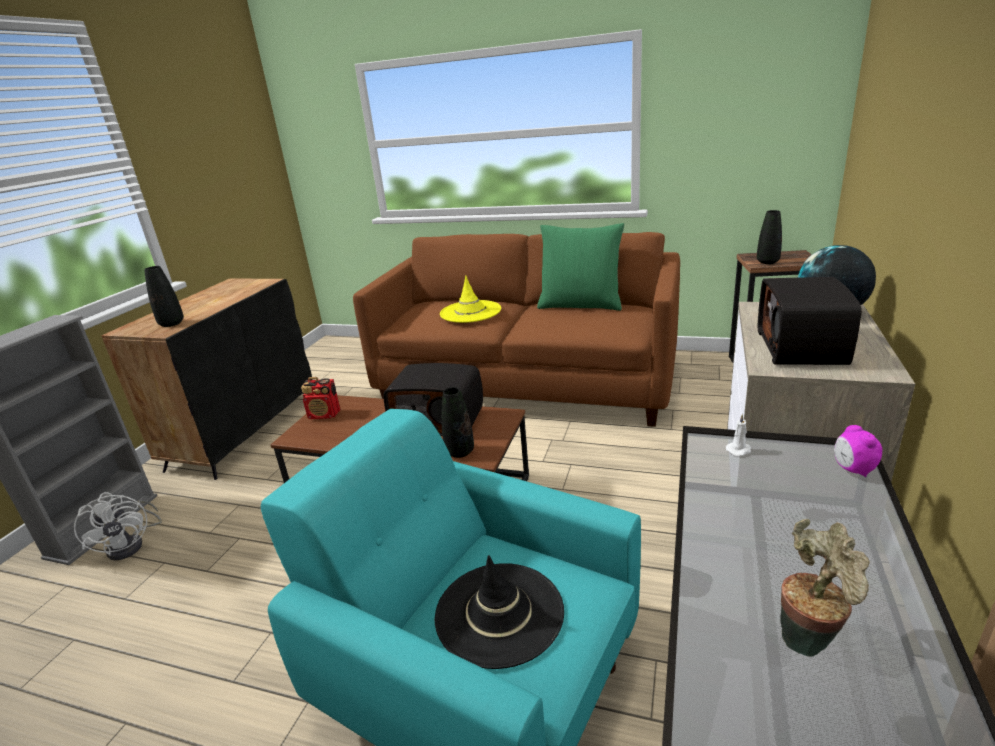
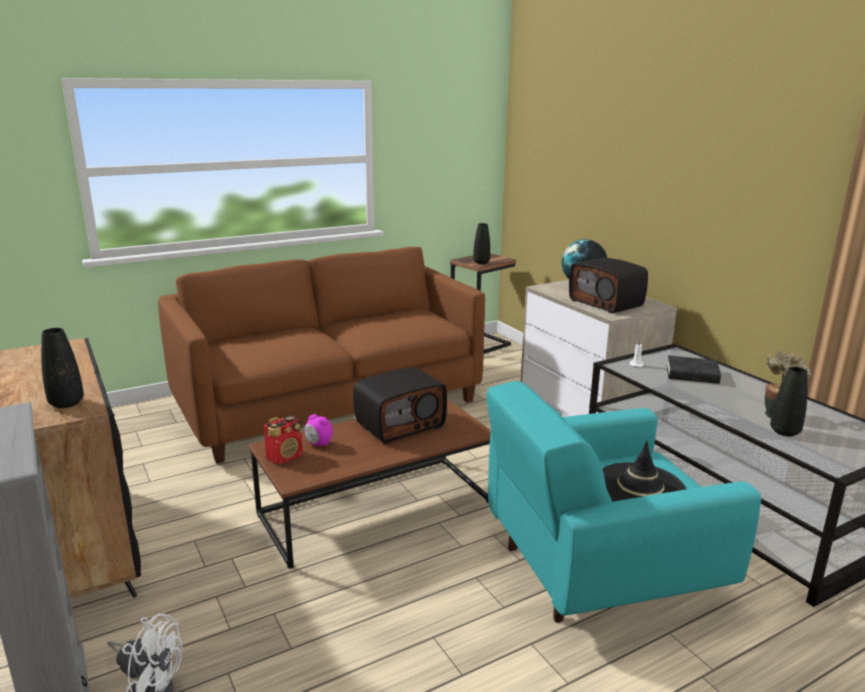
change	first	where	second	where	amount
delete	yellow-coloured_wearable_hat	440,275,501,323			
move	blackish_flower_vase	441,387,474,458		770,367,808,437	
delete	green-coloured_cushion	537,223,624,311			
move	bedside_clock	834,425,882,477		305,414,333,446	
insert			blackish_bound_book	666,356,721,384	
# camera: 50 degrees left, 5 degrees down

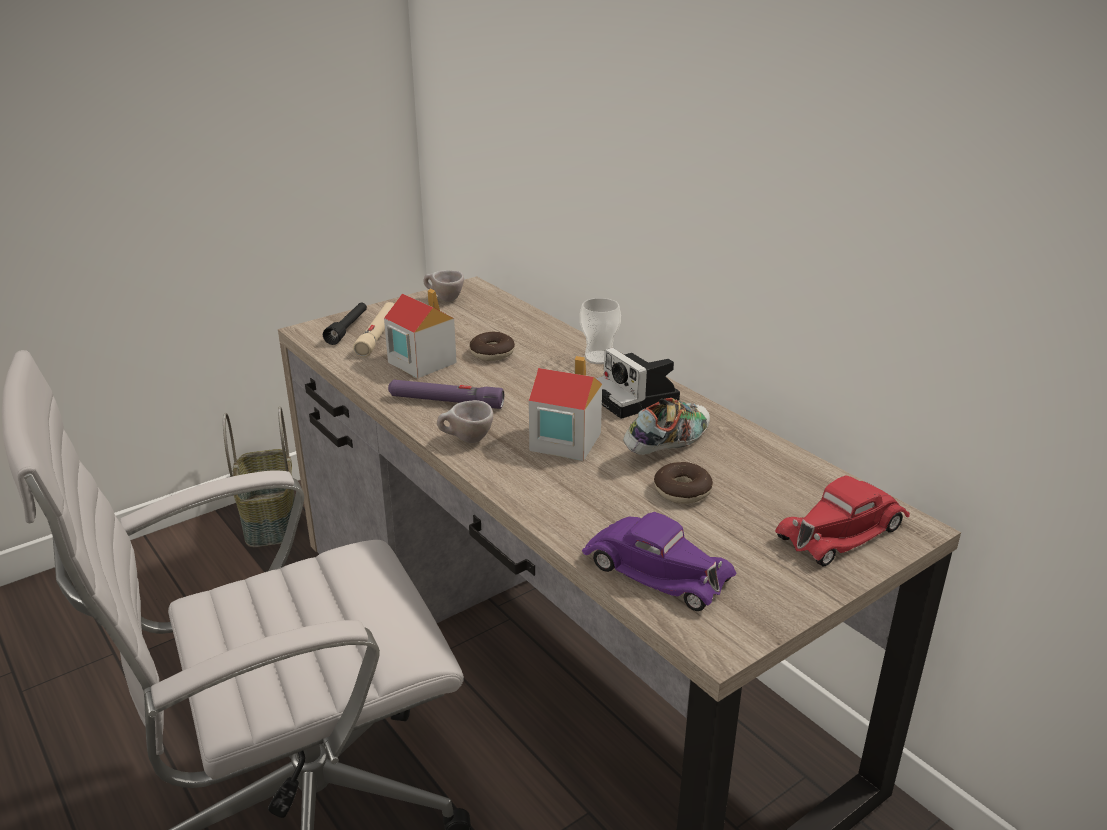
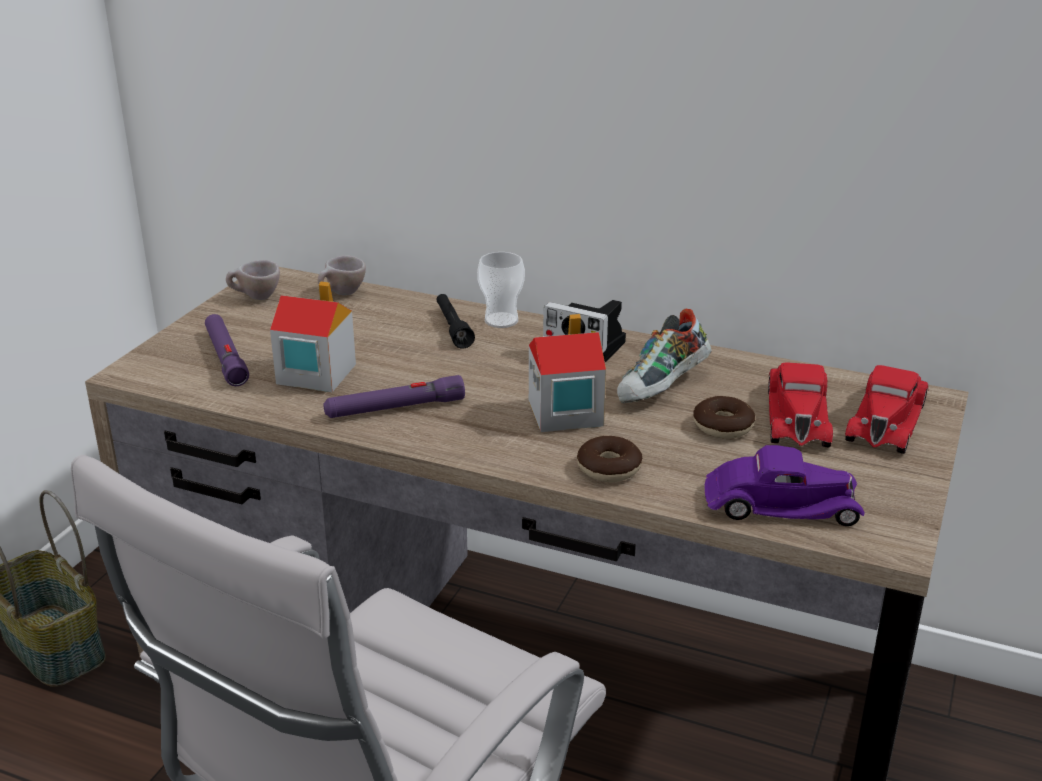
change	first	where	second	where	amount
move	blackish_torch	323,302,367,345		436,294,475,349	
recolor	beige_torch	353,302,394,357	purple-coloured_torch	205,314,249,386	
move	beige_small_cup	437,400,493,443		318,255,366,295	
move	doughnut	470,332,515,361		577,436,642,482	
rotate	item_of_footwear	623,398,710,455		617,309,712,403	150 degrees counterclockwise
insert			reddish_model_car	768,362,833,447	
# camera: 30 degrees left, 0 degrees up

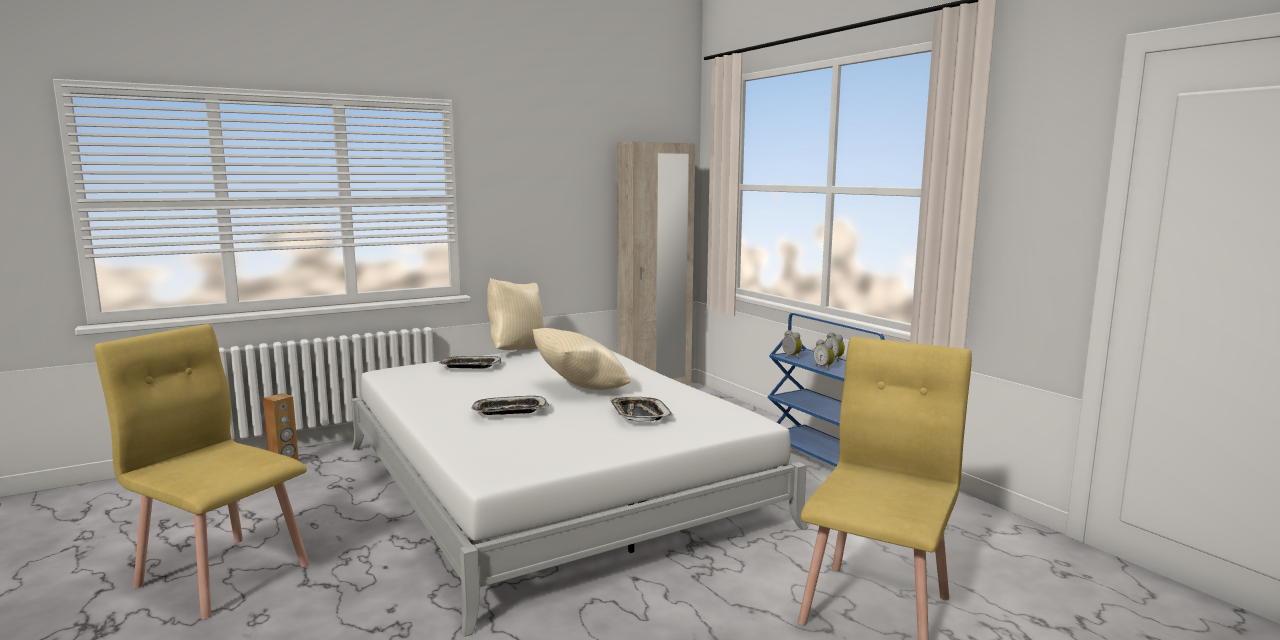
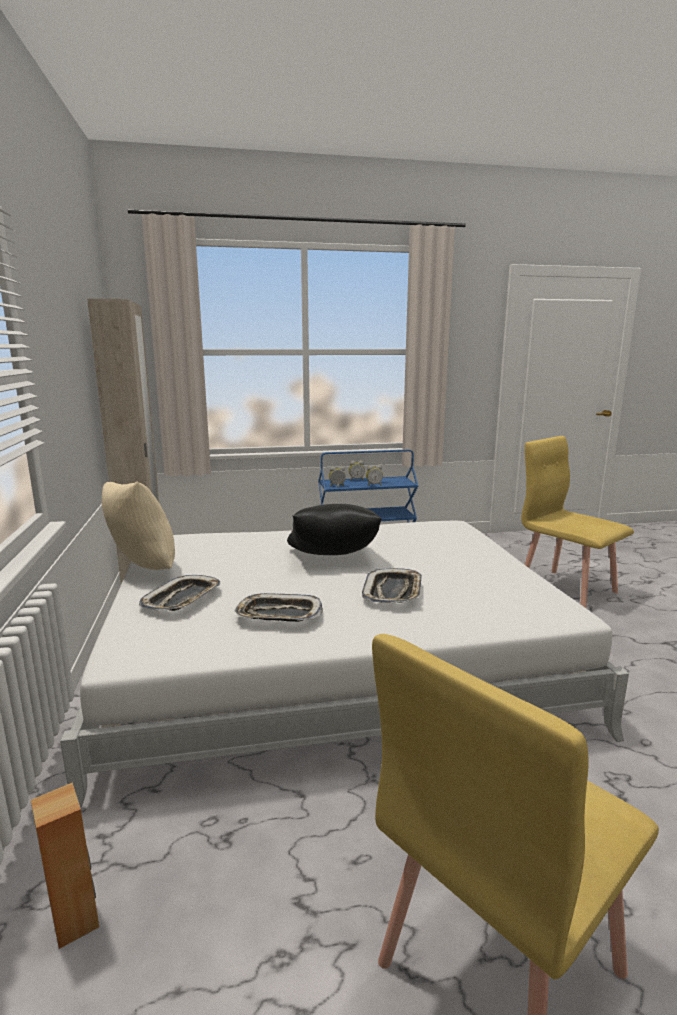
change	first	where	second	where	amount
recolor	beige_cushion	533,328,631,390	blackish_cushion	287,504,381,555	
move	serving_tray	610,397,672,422		234,593,323,622	
# camera: 70 degrees left, 5 degrees up

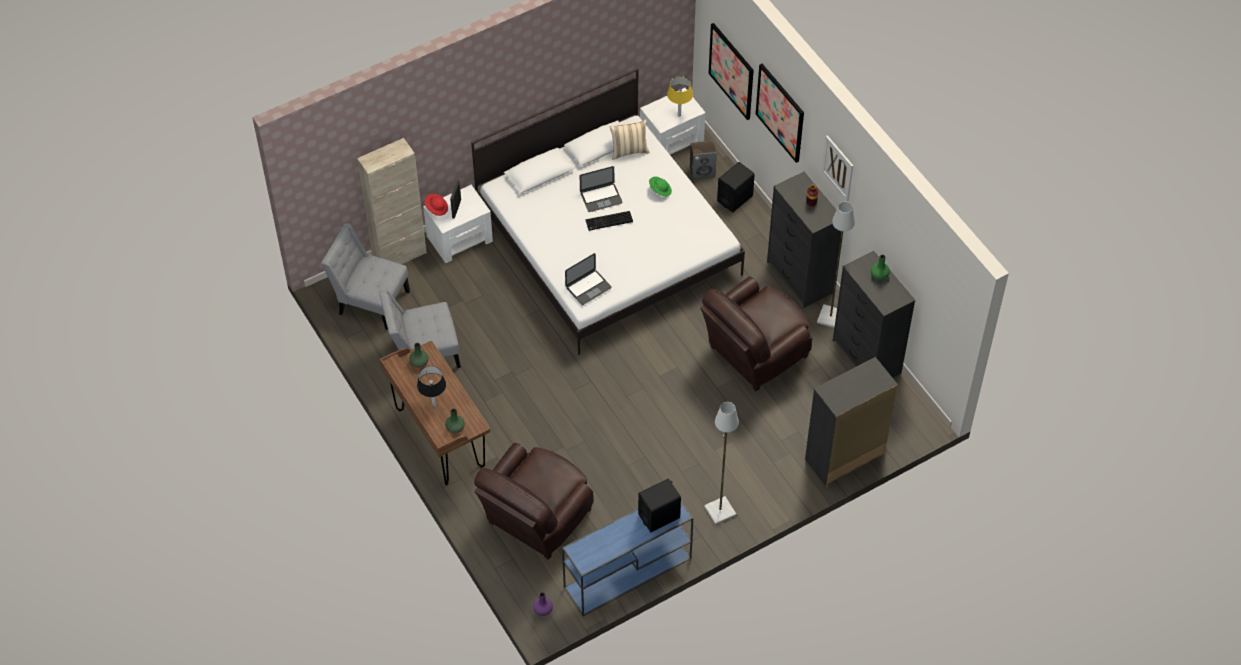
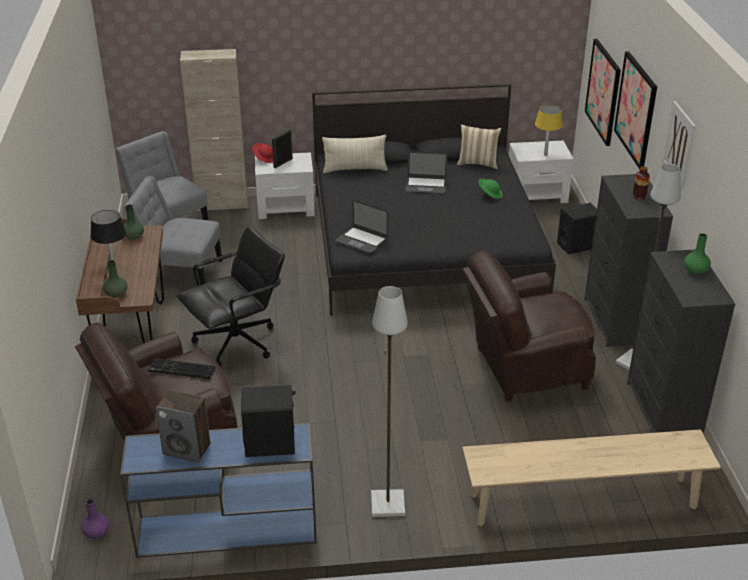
change	first	where	second	where	amount
recolor	whitish_sleeping_bed	471,68,745,355	blackish_sleeping_bed	312,84,556,316	
rotate	portable_computer	565,253,612,305		335,200,389,253	45 degrees clockwise
move	PC_keyboard	586,211,633,231		148,358,215,379	
move	loudspeaker	690,140,717,179		156,390,210,463	
replace	blackish_chest_of_drawers	805,357,898,487	beige_long_seat	463,429,721,526	
insert			blackish_desk_chair	177,226,285,367	
insert			beige_cushion	322,135,388,173	
# camera: 25 degrees right, 20 degrees down

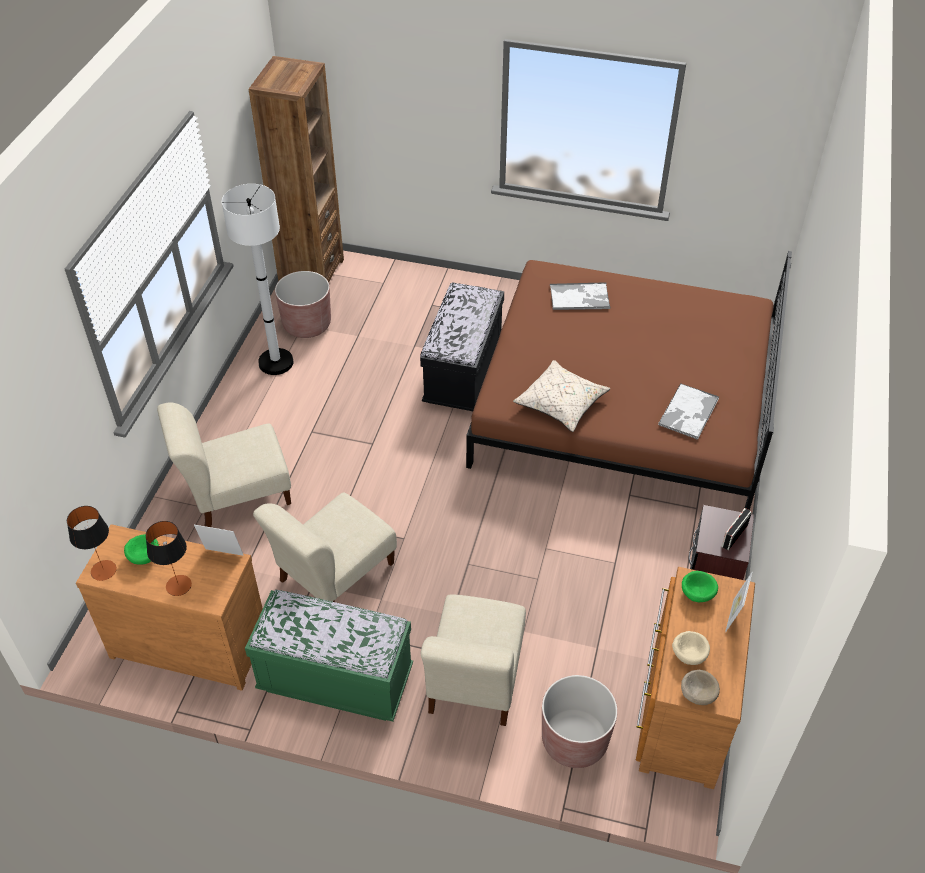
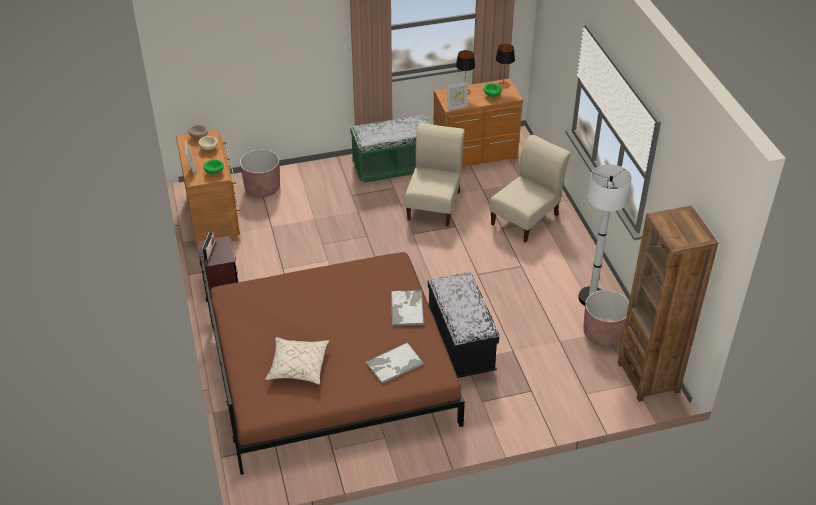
change	first	where	second	where	amount
delete	beige_plain_chair	421,594,526,726			
move	beige_cushion	513,360,610,432		265,337,329,385	
move	serving_tray	658,383,719,440		391,290,424,326	
# camera: 150 degrees right, 5 degrees down

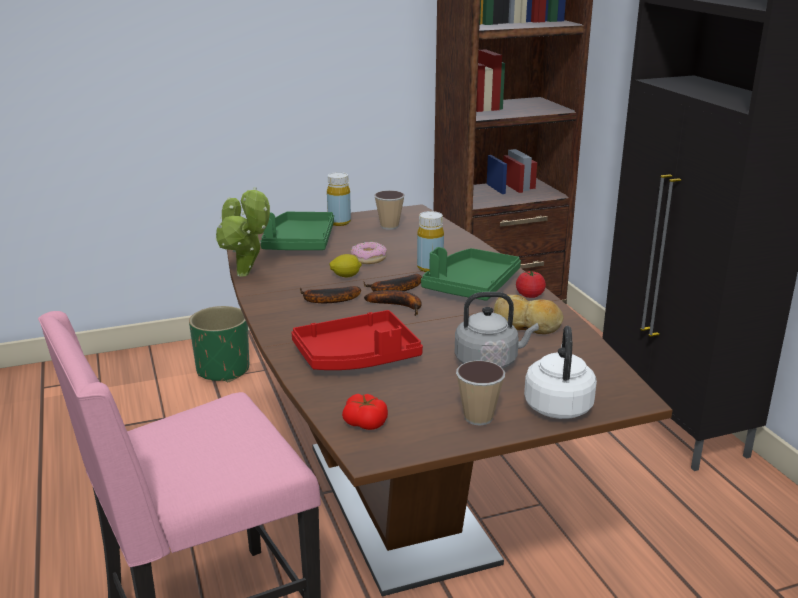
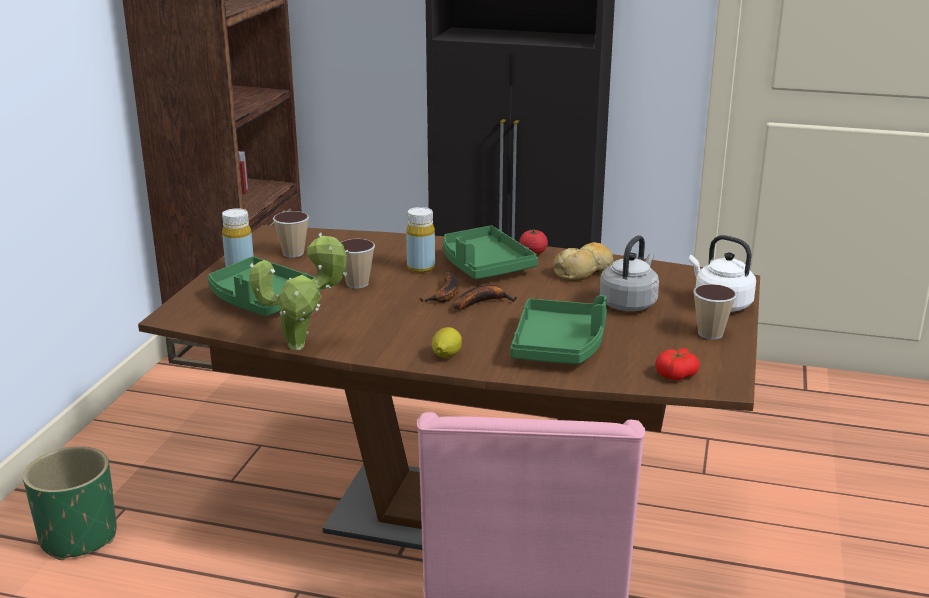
change	first	where	second	where	amount
recolor	reddish_serving_tray	291,310,423,370	green-coloured_serving_tray	510,295,607,364	
delete	banana	300,286,361,303			
move	lemon	329,254,362,277		432,327,462,358	
replace	doughnut	350,242,387,264	small_cup	341,239,375,288	
# camera: 55 degrees left, 0 degrees up

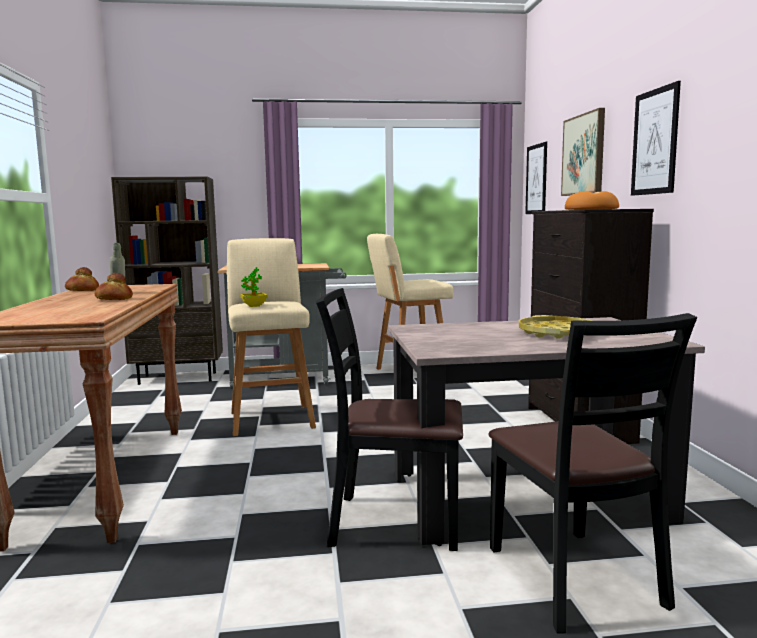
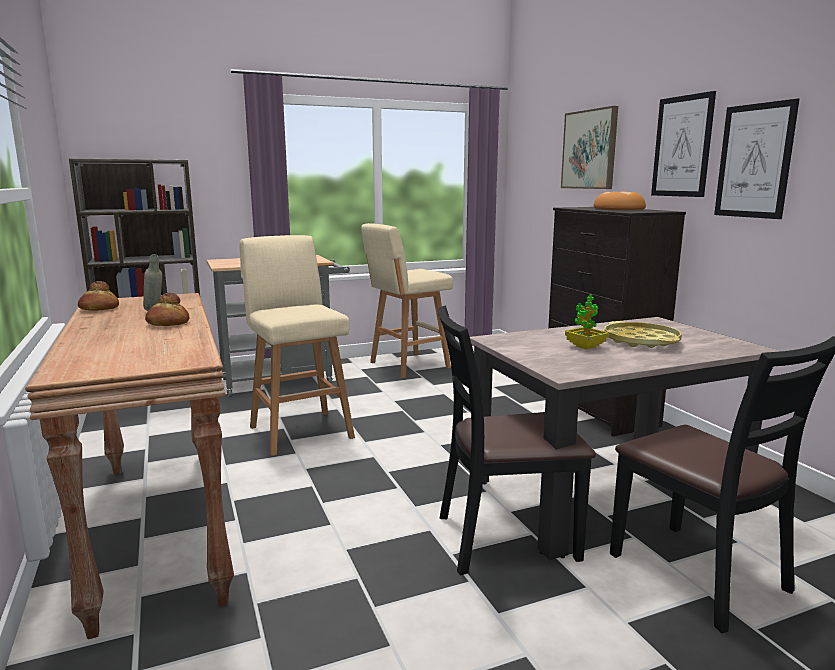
change	first	where	second	where	amount
move	potted_plant	240,267,267,307		565,295,609,350	
move	picture	525,142,547,214		714,99,799,219	
# camera: 15 degrees left, 5 degrees up

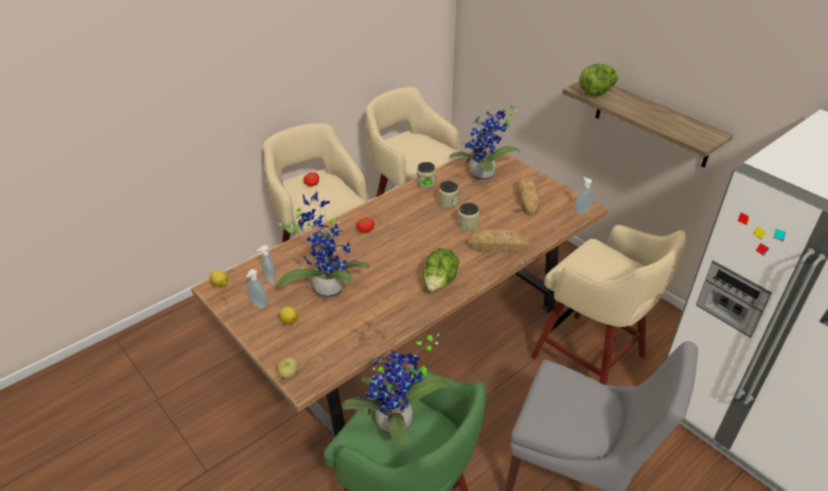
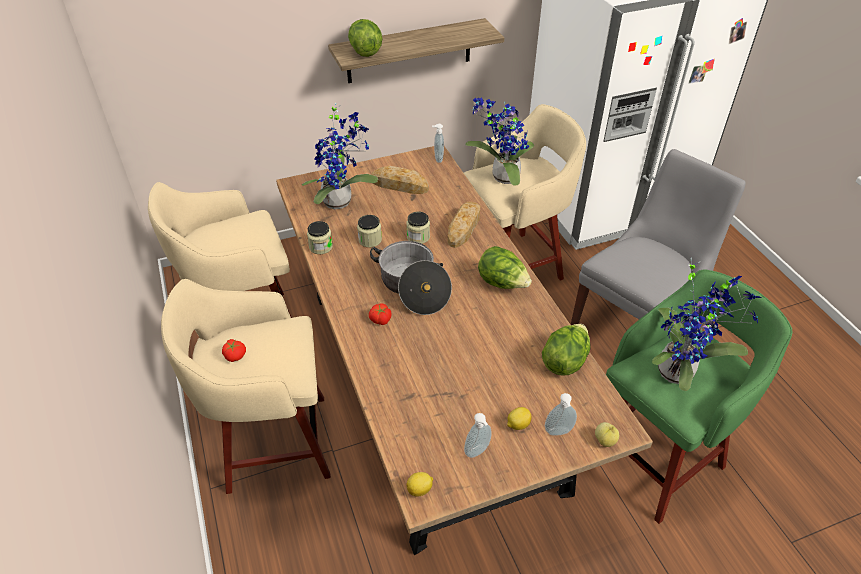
change	first	where	second	where	amount
move	liquid_soap_bottle	257,245,276,284		545,393,577,436	
move	potted_plant	277,191,369,299		465,97,534,186	
insert			cooking_pot	370,241,452,315	
insert			lettuce_head	542,324,590,375	
# camera: 70 degrees left, 5 degrees up

